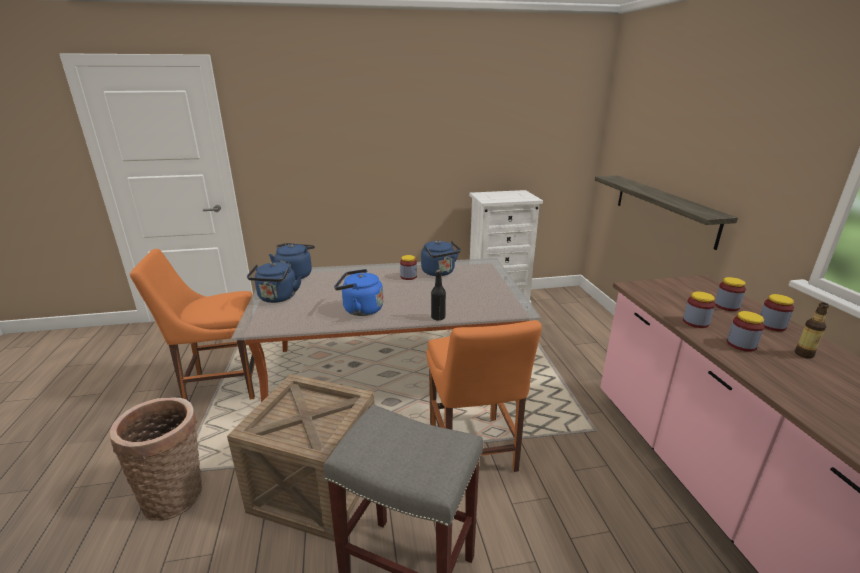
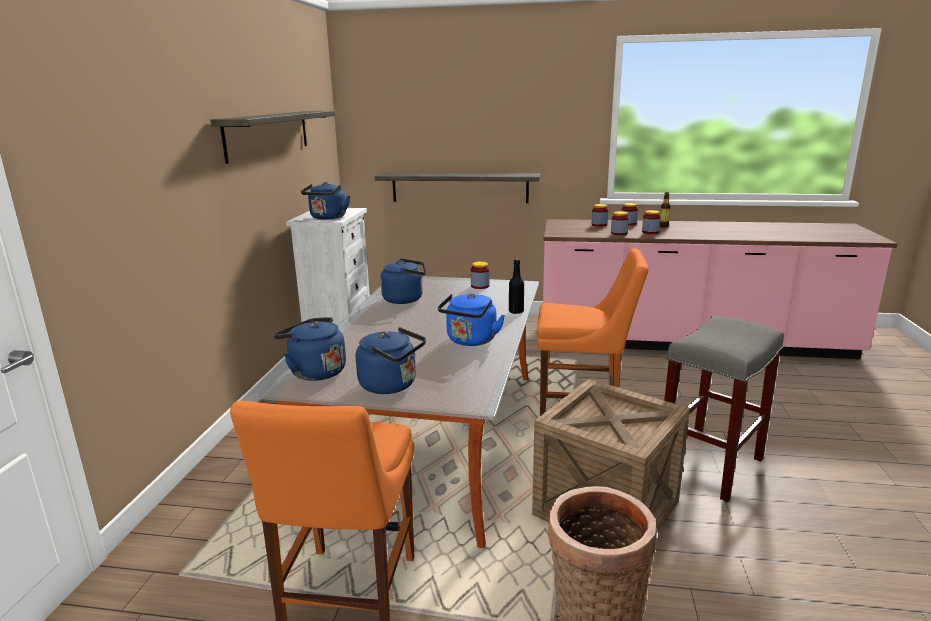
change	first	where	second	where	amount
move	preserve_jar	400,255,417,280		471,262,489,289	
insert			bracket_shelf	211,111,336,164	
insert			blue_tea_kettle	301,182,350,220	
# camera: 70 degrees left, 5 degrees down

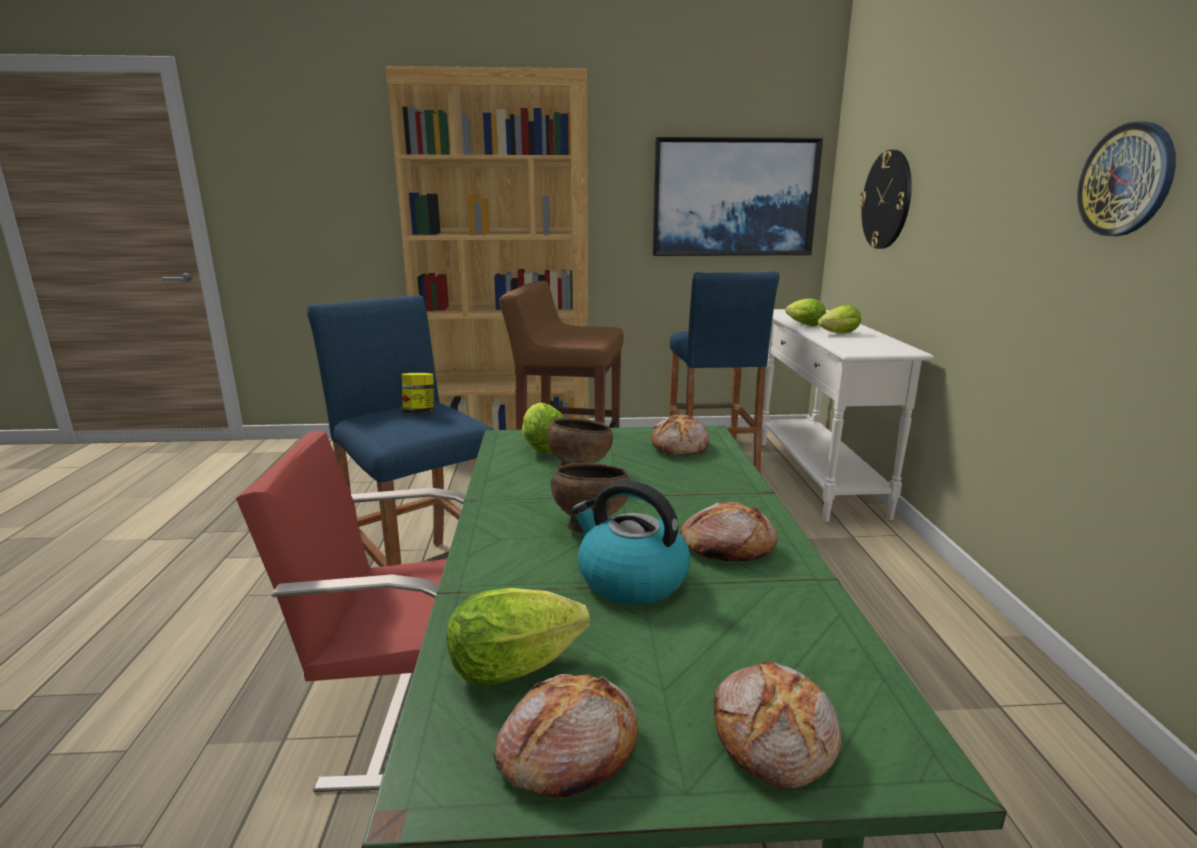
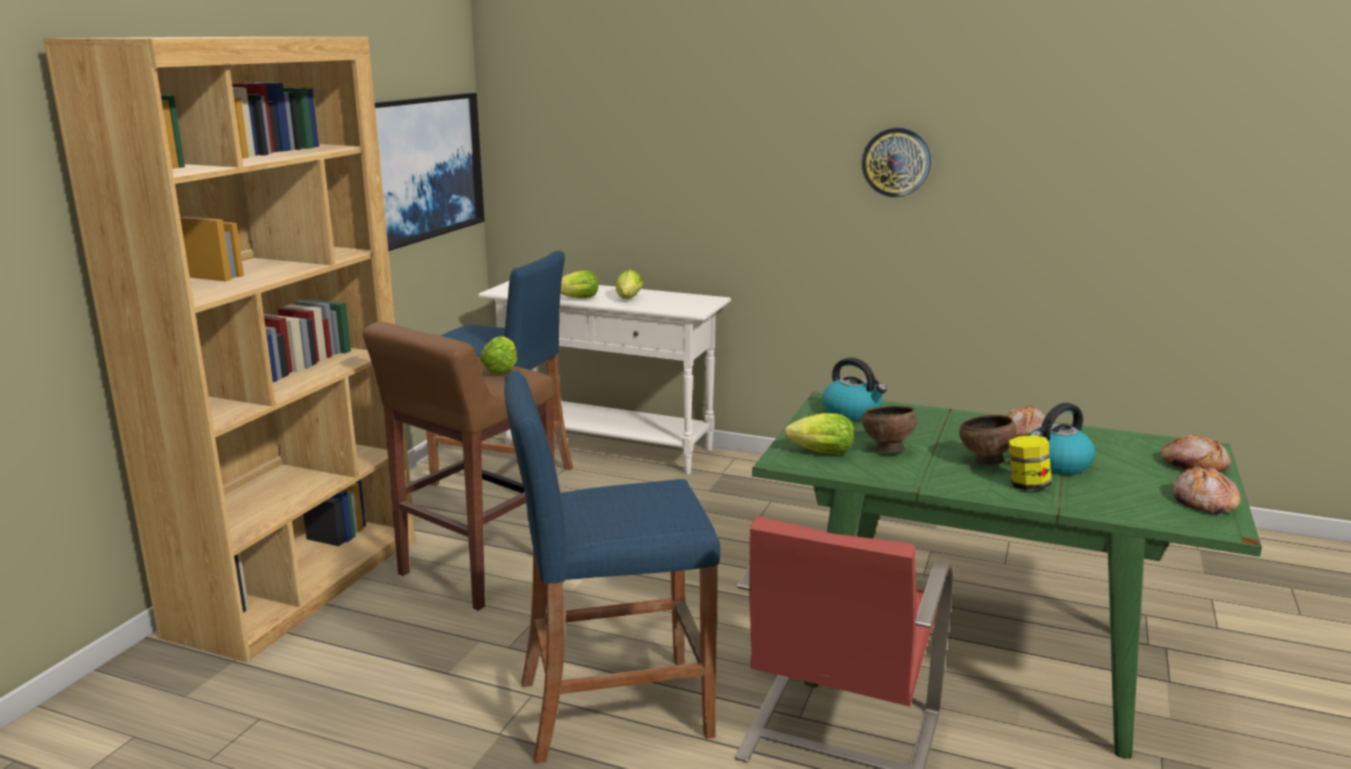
change	first	where	second	where	amount
move	preserve_jar	402,373,434,414		1009,435,1051,490	
move	lettuce_head	447,588,590,685		480,336,517,375	
replace	bread	651,414,709,455	tea_kettle	822,358,887,421	
delete	hanging_clock	859,150,912,249			
# camera: 65 degrees left, 0 degrees up

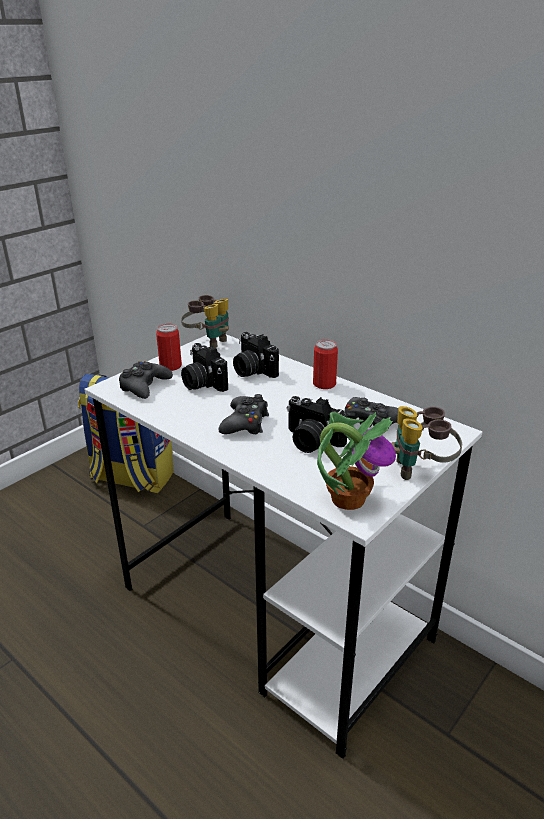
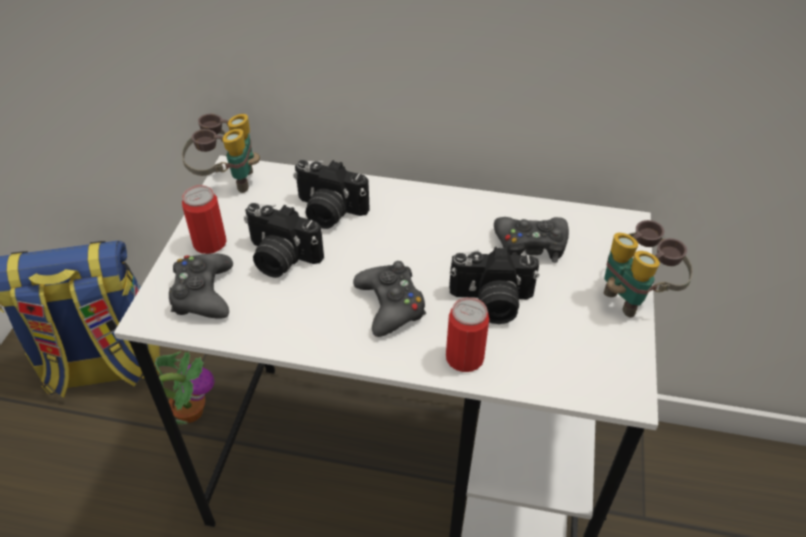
change	first	where	second	where	amount
move	sealed_can	313,339,338,389		446,297,489,372	
move	potted_plant	317,412,396,510		155,351,215,425	
# camera: 30 degrees left, 15 degrees up

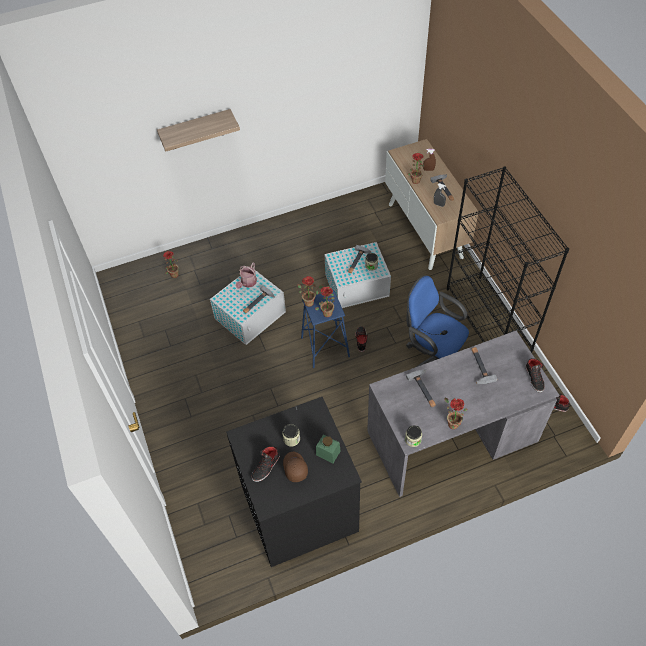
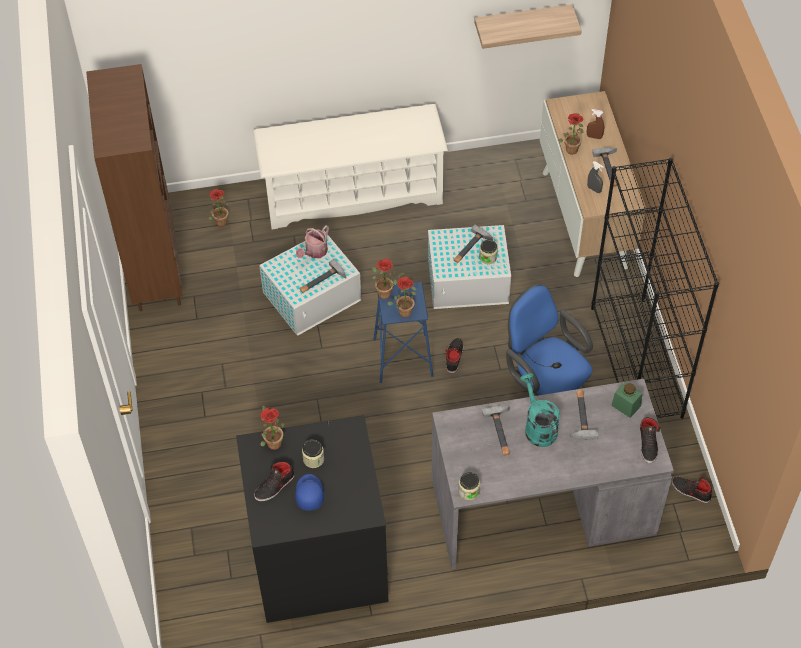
change	first	where	second	where	amount
move	bracket_shelf	157,109,240,152		474,4,582,49	
recolor	brown-coloured_cap	283,452,308,482	blue_cap	295,474,324,511	
move	green-coloured_preserve_jar	316,434,341,464		611,382,643,418	
move	potted_plant	445,398,467,429		261,405,285,450	
insert			brown-coloured_bookshelf	86,64,183,311	
insert			whitish_shoe_stand	253,104,448,229	
insert			blue-green_watering_pot	520,373,560,447	
# camera: 10 degrees right, 0 degrees up

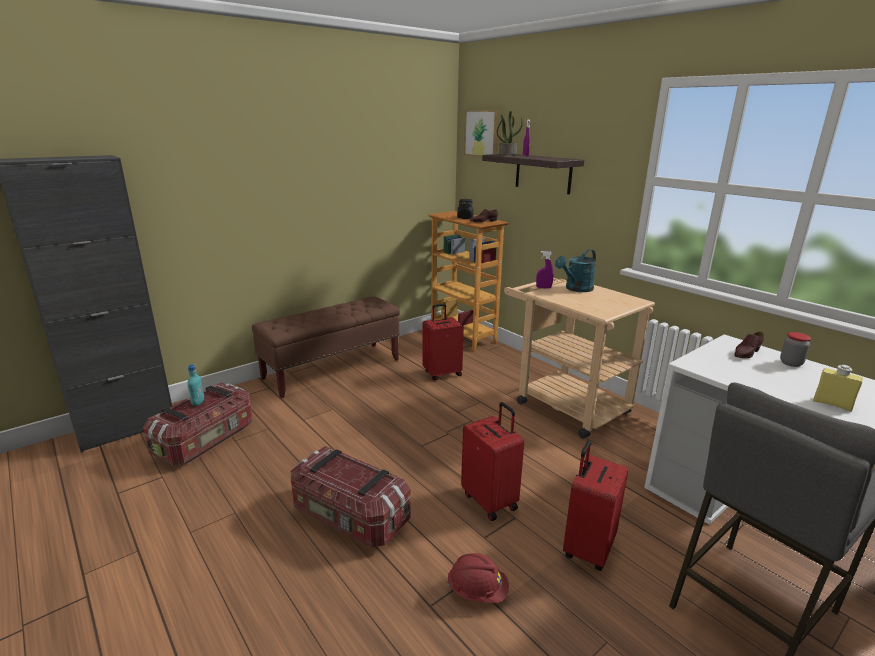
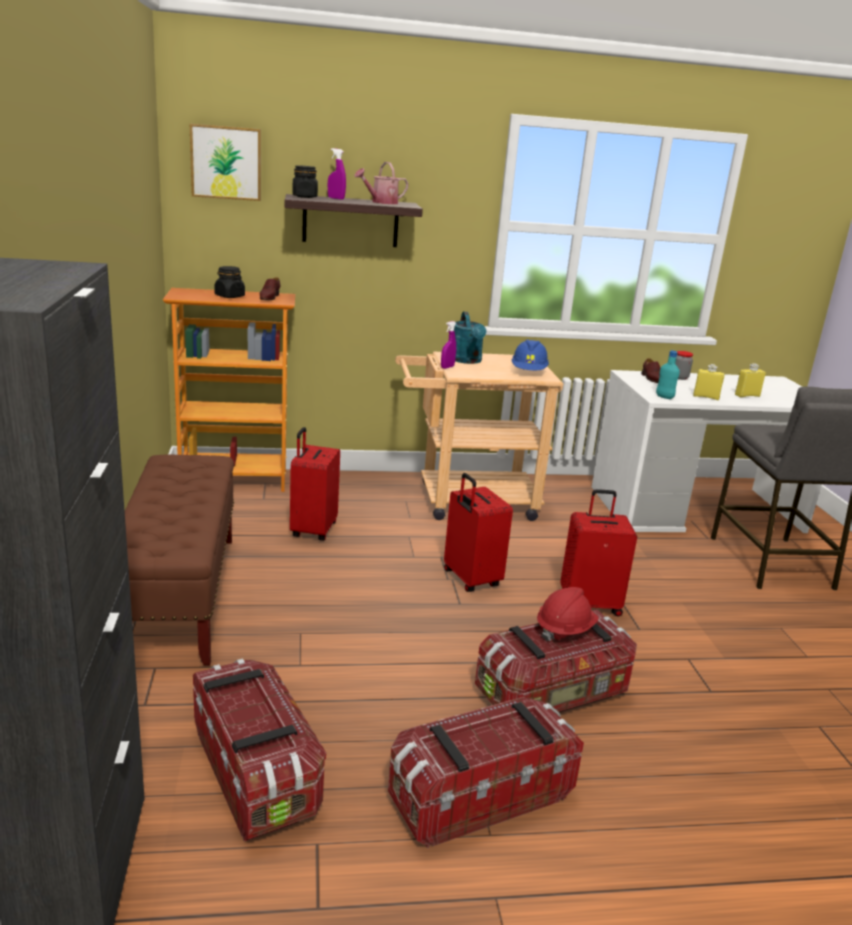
change	first	where	second	where	amount
move	blue-green_beverage_bottle	187,364,204,406		656,351,680,399	
move	reddish_work_helmet	447,553,509,603		537,587,599,641	
replace	potted_plant	497,111,523,155	blackish_preserve_jar	293,165,318,198	
move	reddish_suitcase	563,441,629,571		444,473,513,592	
insert			watering_pot	354,162,408,204	
insert			storage_container	388,697,584,848	
insert			blue_work_helmet	511,339,549,370	
insert			yellow-coloured_beverage_bottle	693,364,724,400	
# camera: 60 degrees left, 0 degrees up

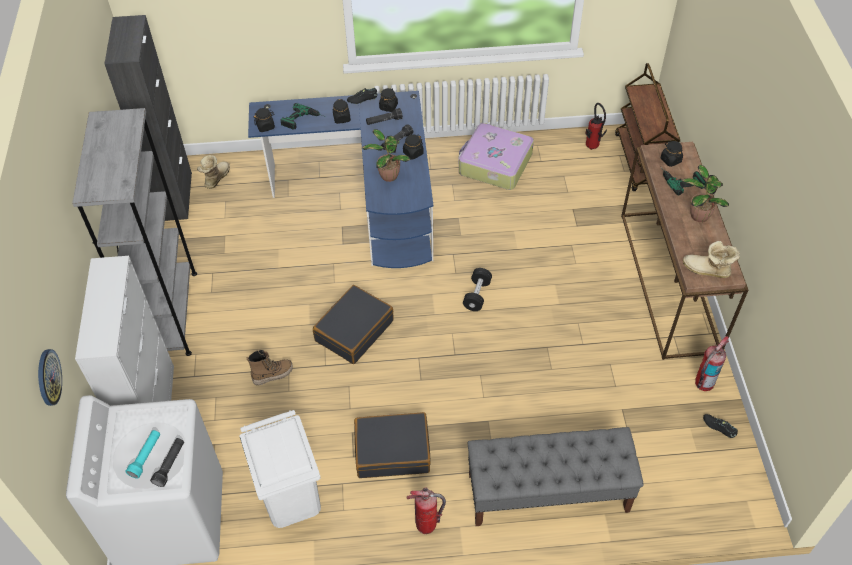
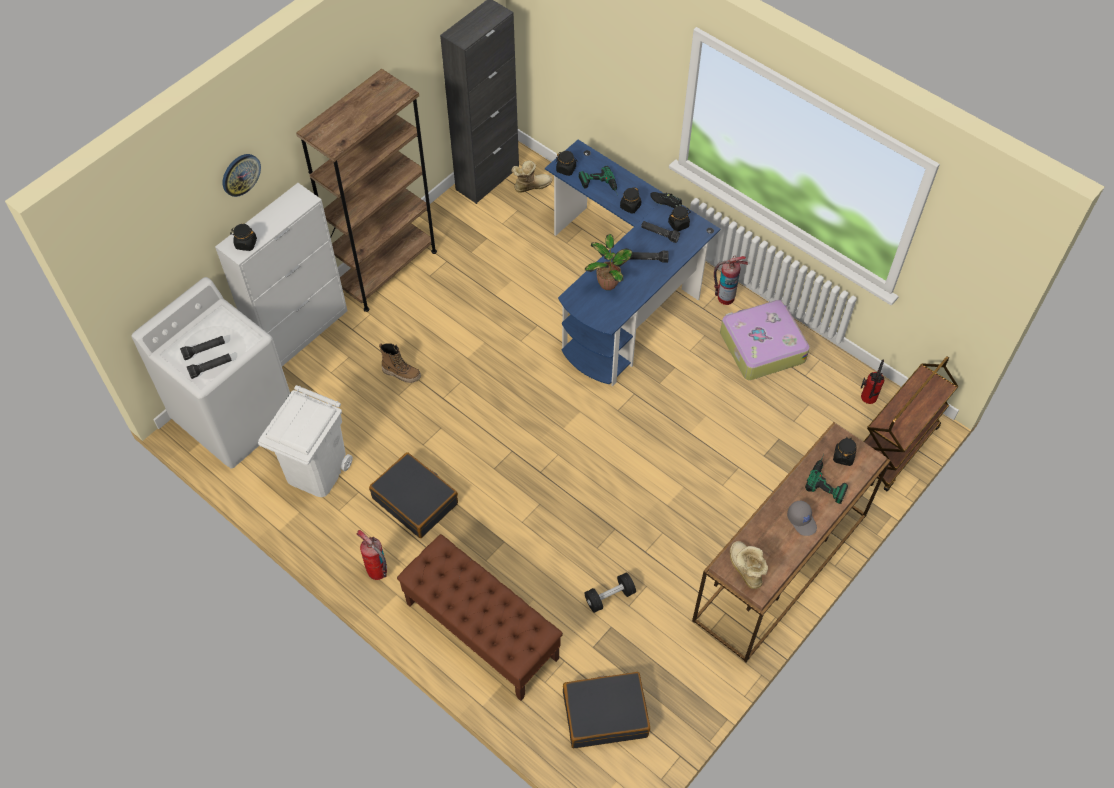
change	first	where	second	where	amount
move	hanging_clock	38,349,62,406		223,154,261,197	
recolor	gray_bookshelf	72,108,197,356	brown-coloured_bookshelf	296,69,437,312	
recolor	blue-green_torch	125,430,160,479	blackish_torch	180,336,225,360	
move	blackish_suitcase	313,285,394,364		563,672,650,748	
move	blackish_preserve_jar	403,135,424,160		230,224,257,251	
move	blackish_dumbbell	463,268,492,311		585,573,636,613	
recolor	gray_long_seat	468,427,644,526	brown-coloured_long_seat	397,534,563,701	
replace	potted_plant	681,165,729,222	gray_cap	787,501,817,536	
move	fire_extinguisher	695,336,729,391		714,256,748,305	
delete	blackish_item_of_footwear	703,414,738,438			
# camera: 45 degrees right, 5 degrees up

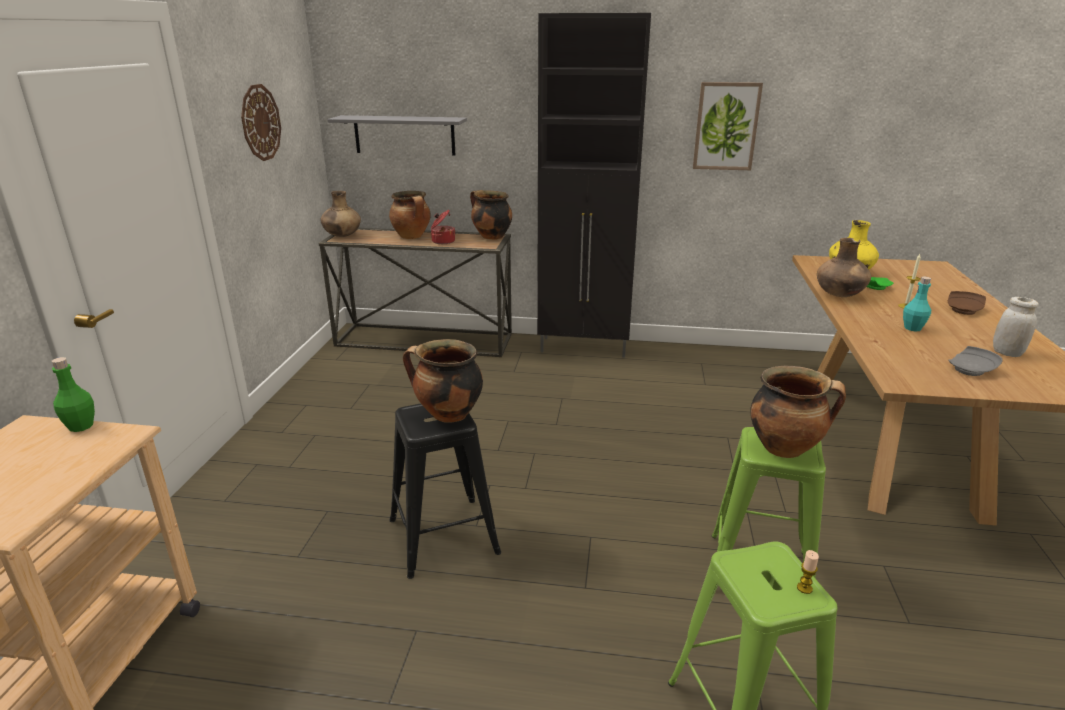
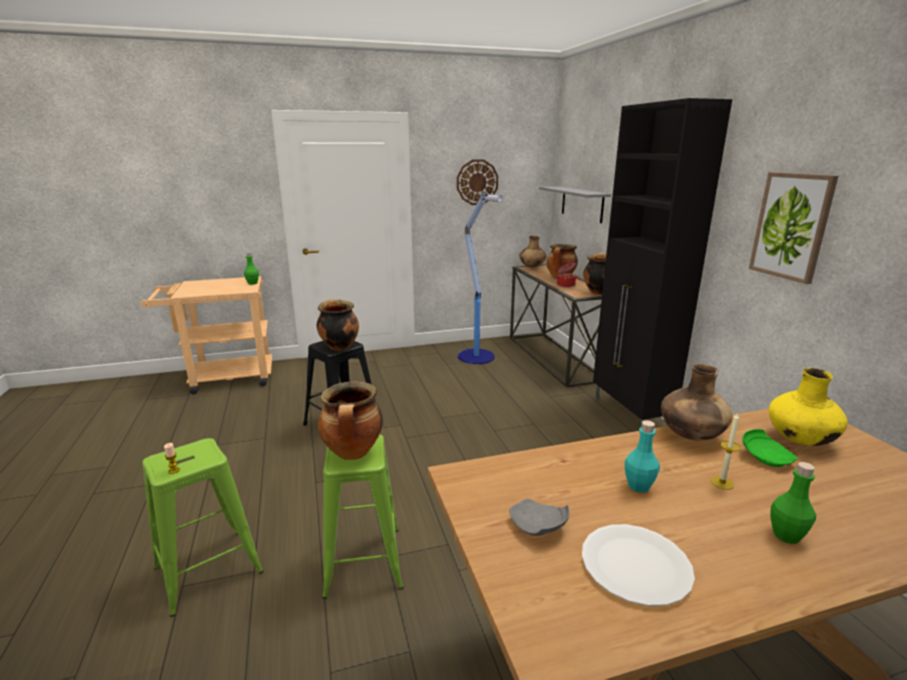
change	first	where	second	where	amount
replace	brown-coloured_plate	948,291,986,315	green-coloured_beverage_bottle	770,462,816,544	
replace	whitish_preserve_jar	993,297,1039,357	whitish_plate	582,524,695,606	
insert			floor_lamp	458,192,503,364	
# camera: 65 degrees right, 5 degrees down

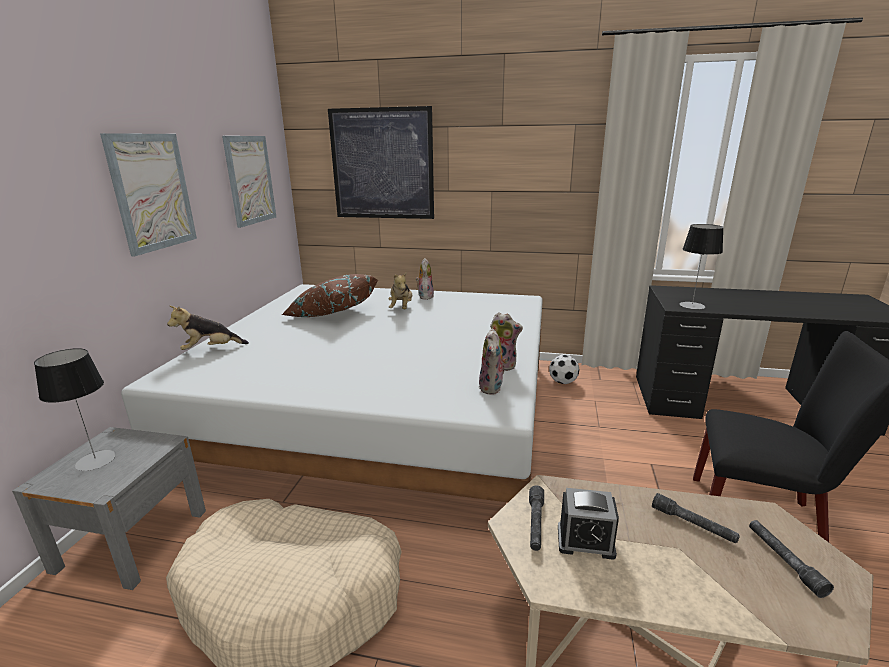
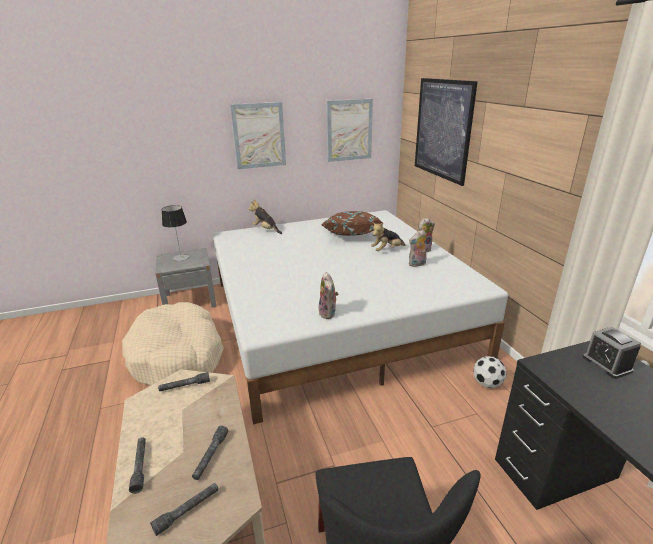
change	first	where	second	where	amount
move	cuddly_toy	479,328,508,395		409,230,426,267	
move	bedside_clock	558,488,619,560		583,327,641,379	
delete	table_lamp	679,224,724,309			
insert			gray_torch	129,437,146,494	
# camera: 60 degrees right, 5 degrees up

